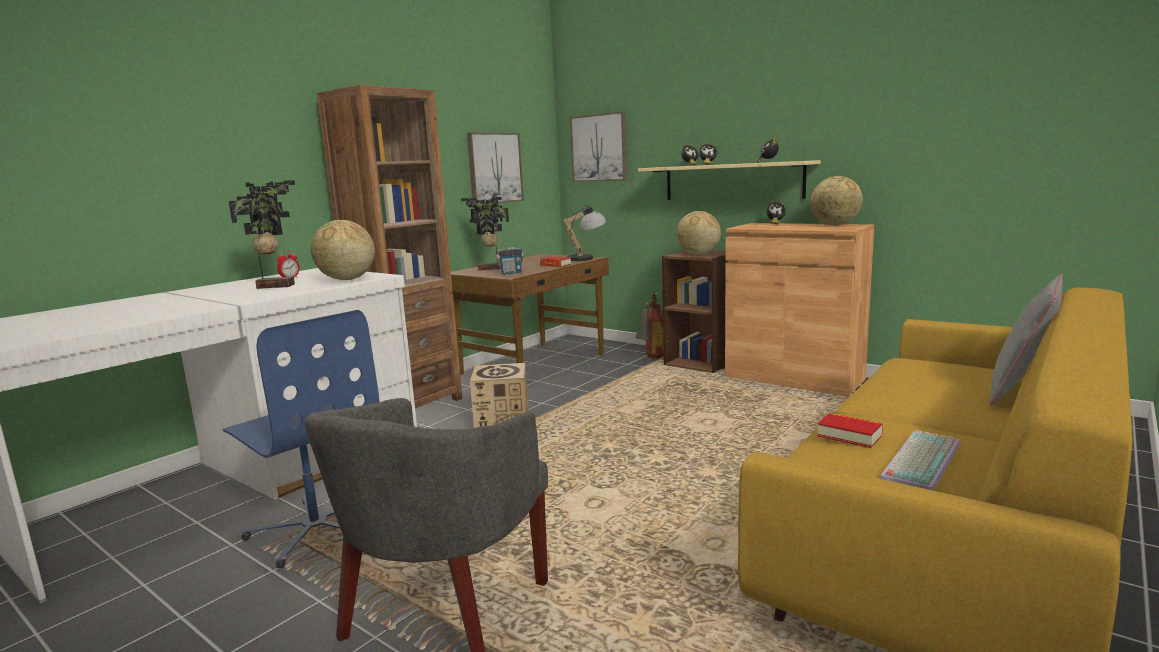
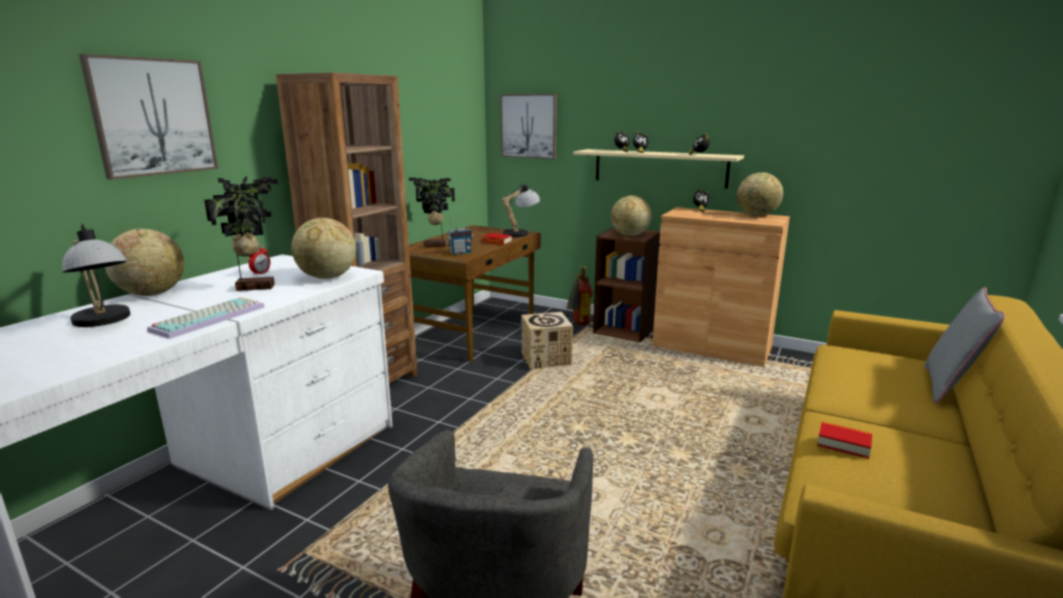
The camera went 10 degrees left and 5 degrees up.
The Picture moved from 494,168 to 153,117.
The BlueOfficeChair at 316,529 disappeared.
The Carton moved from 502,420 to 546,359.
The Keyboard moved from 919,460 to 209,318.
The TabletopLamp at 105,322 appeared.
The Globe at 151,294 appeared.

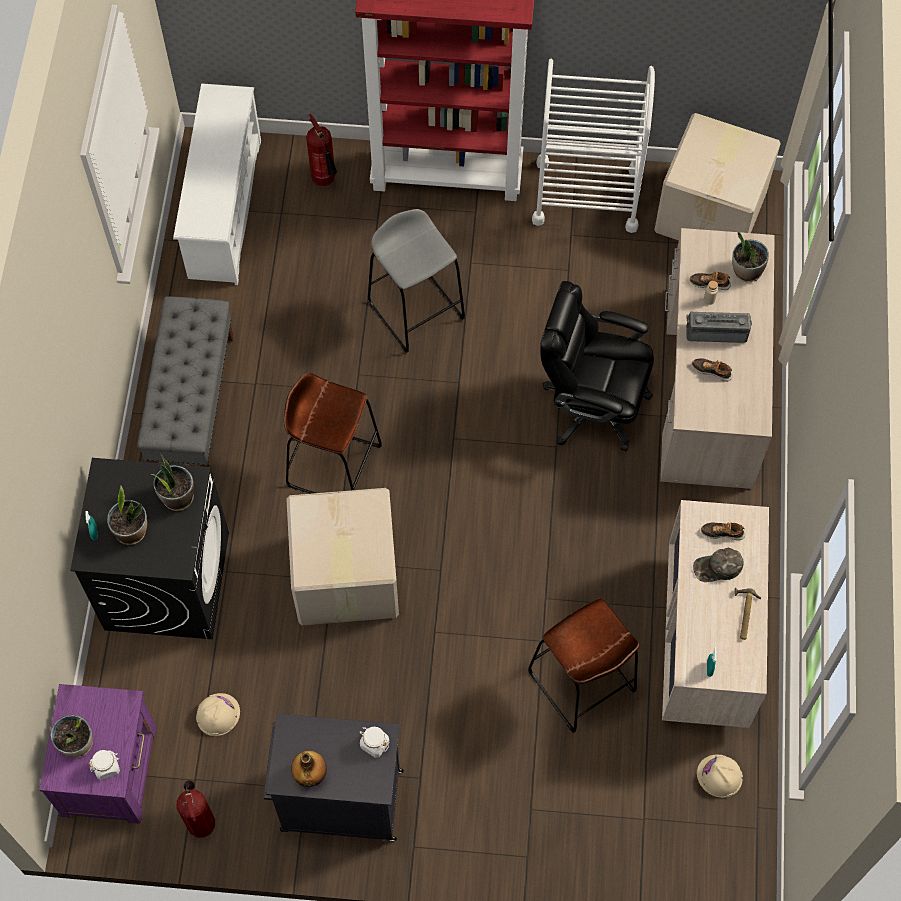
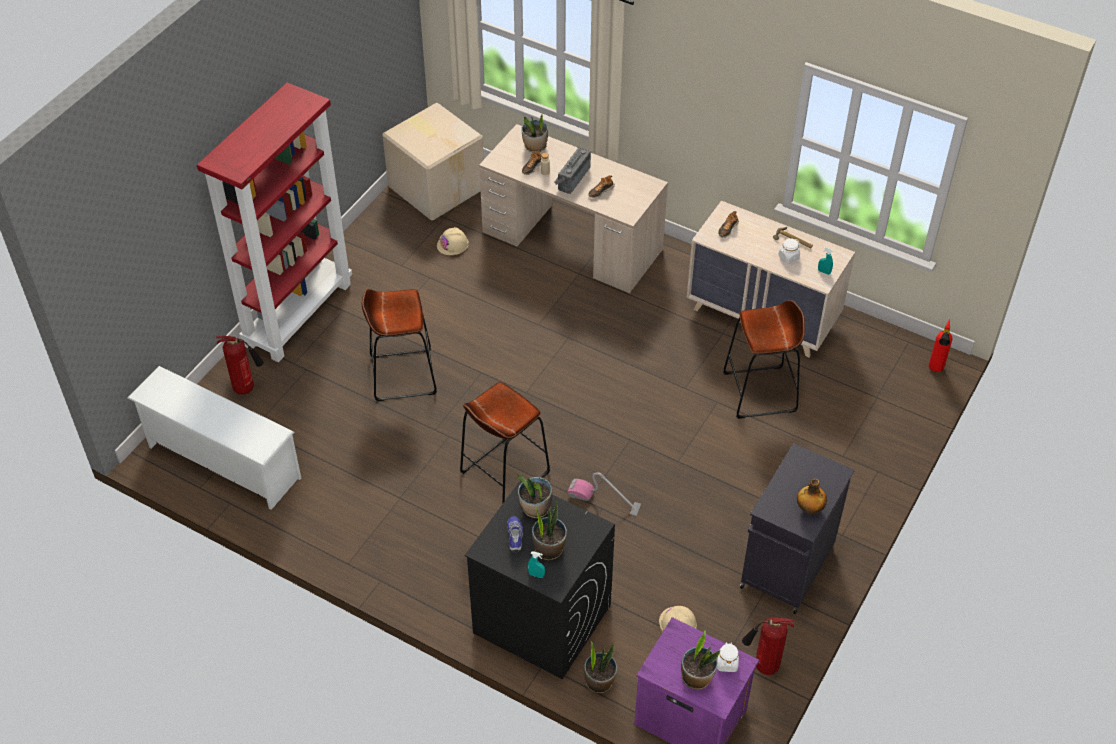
The camera went 65 degrees left and 15 degrees down.
The WhiteTrolley at 586,195 disappeared.
The GreyStool at 416,310 became the BrownishStool at 403,375.
The BlackOfficeChair at 592,405 disappeared.
The GreyIndoorBench at 193,404 disappeared.
The Carton at 344,577 was replaced by the Hoover at 604,500.
The GreenColouredCap at 717,568 disappeared.
The WhitePreserveJar moved from 374,744 to 788,257.
The BeigeColouredSafetyHelmet moved from 719,776 to 453,244.
The FireFightingCylinder at 935,370 appeared.
The LowShoe at 515,536 appeared.
The PottedPlant at 599,681 appeared.

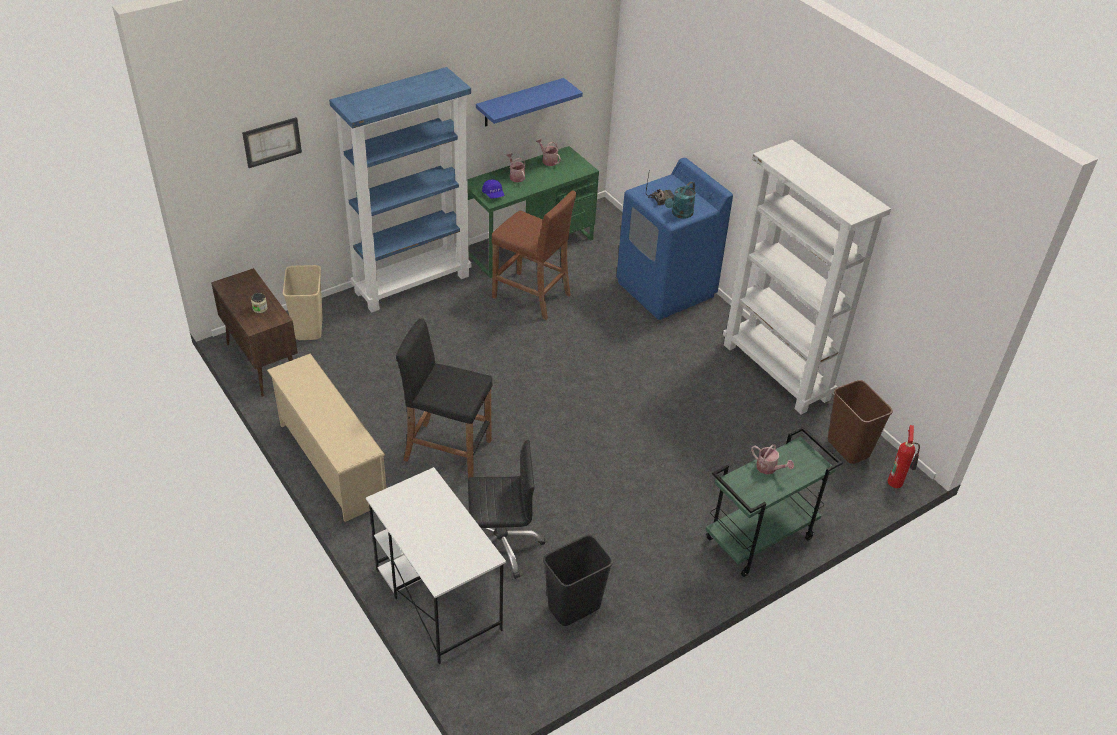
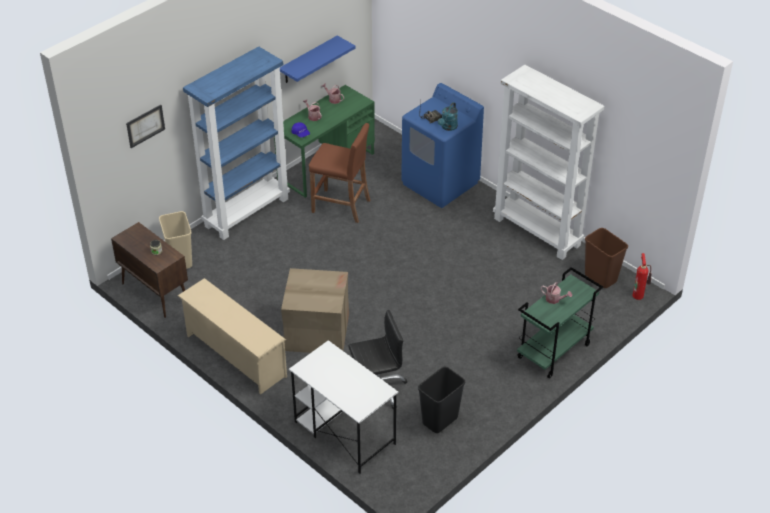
The camera went 10 degrees left and 0 degrees up.
The BlackStool at 447,450 was replaced by the Carton at 316,331.

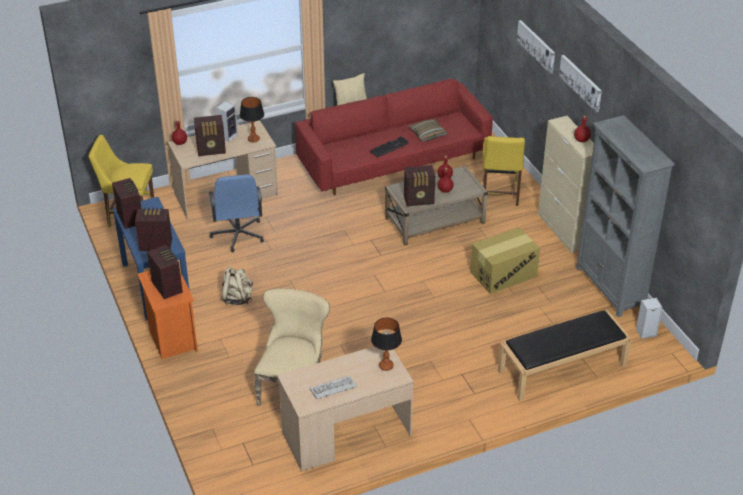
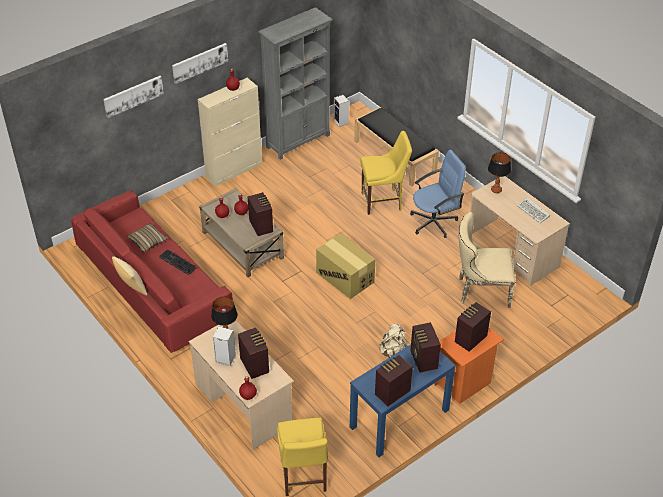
The camera went 105 degrees left and 5 degrees up.
The YellowPlainChair moved from 499,195 to 383,201.
The BlueOfficeChair moved from 238,235 to 434,222.
The Carton moved from 503,274 to 345,277.

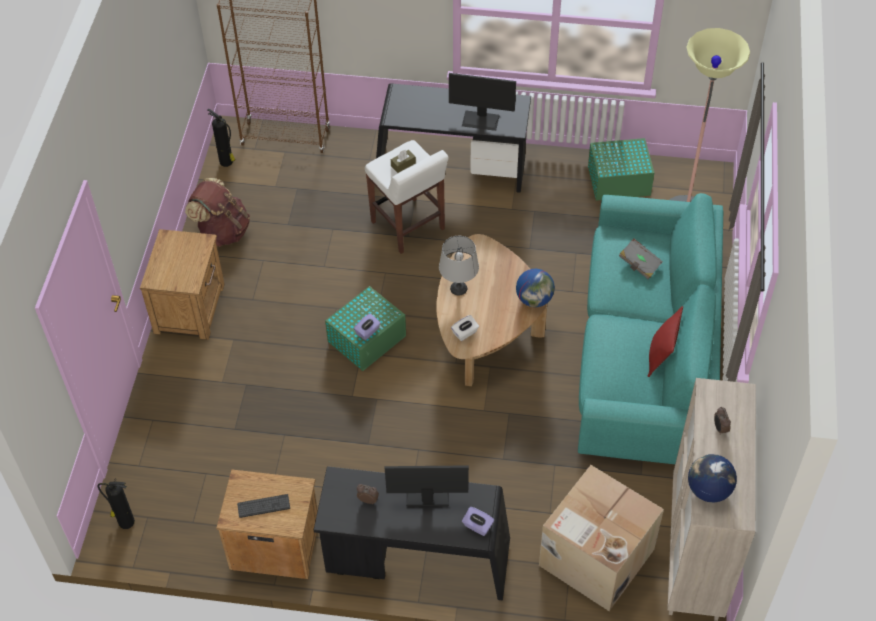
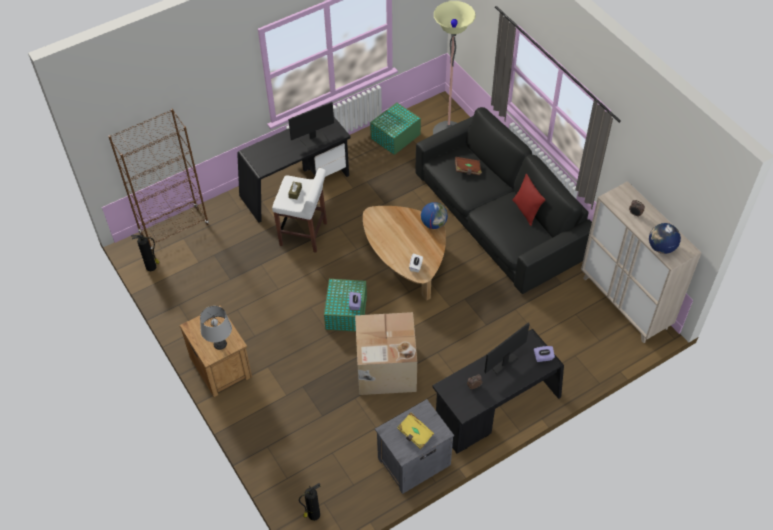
The camera went 40 degrees left and 0 degrees up.
The BrownishRucksack at 222,231 disappeared.
The BlueGreenSettee at 646,347 became the BlackSettee at 498,216.
The GreyTabletopLamp moved from 458,289 to 220,344.
The GreyVolume at 639,264 became the BrownishVolume at 467,170.
The Carton moved from 594,557 to 385,369.
The BrownishNightstand at 274,545 became the GreyNightstand at 413,461.
The Keyboard at 263,506 was replaced by the YellowVolume at 415,434.

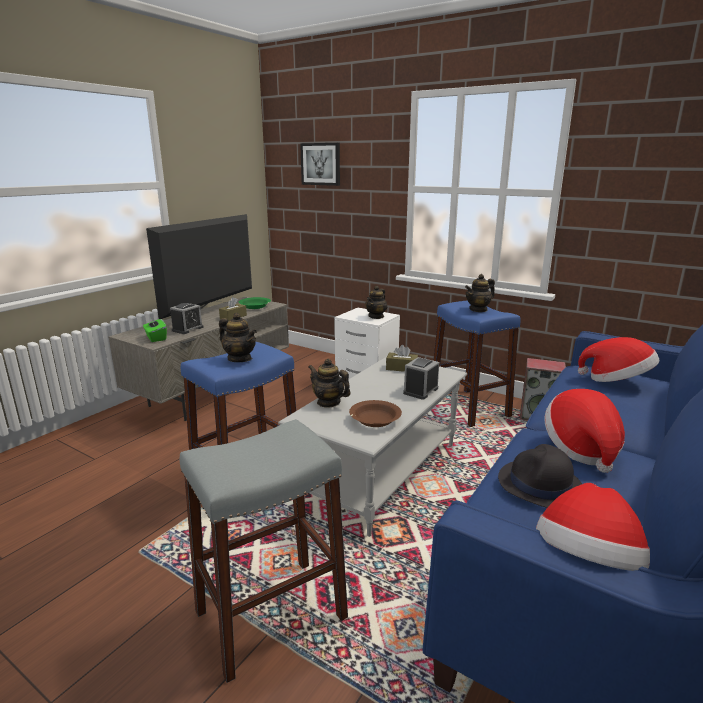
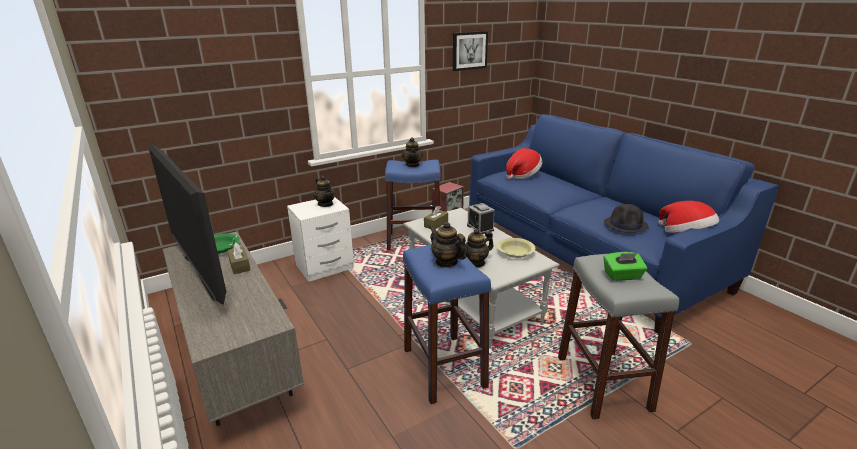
The camera went 65 degrees left and 5 degrees up.
The Picture moved from 321,164 to 469,50.
The BedsideClock at 187,329 disappeared.
The PotForTea at 240,359 turned 105 degrees counterclockwise.
The GreenColouredTissueBox moved from 156,338 to 622,276.
The Hat at 581,448 disappeared.
The BrownishServingBowl at 375,420 became the YellowServingBowl at 515,252.

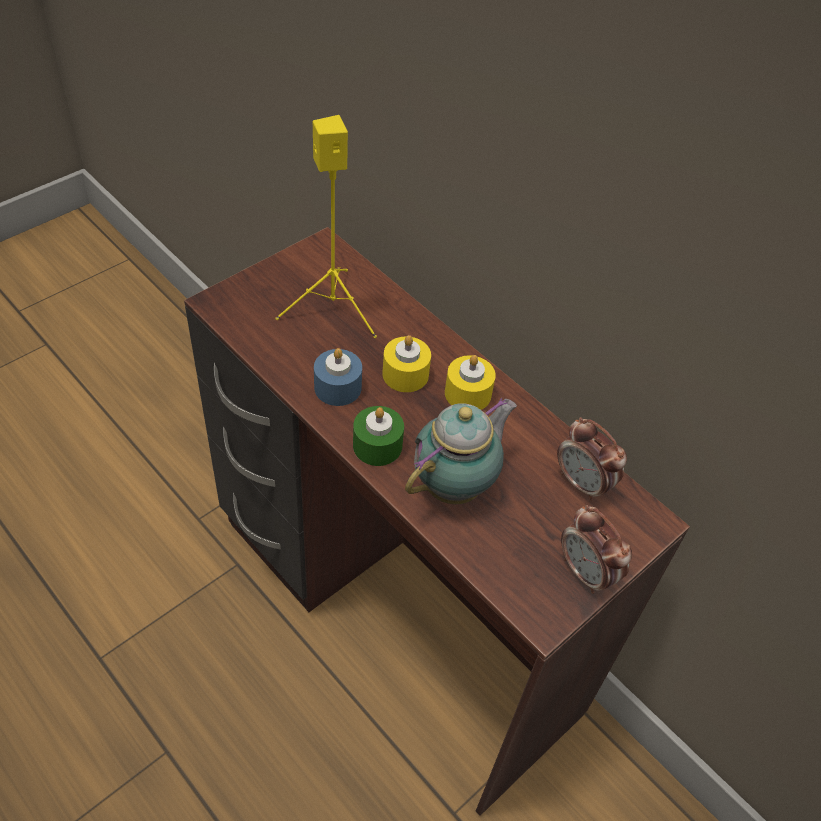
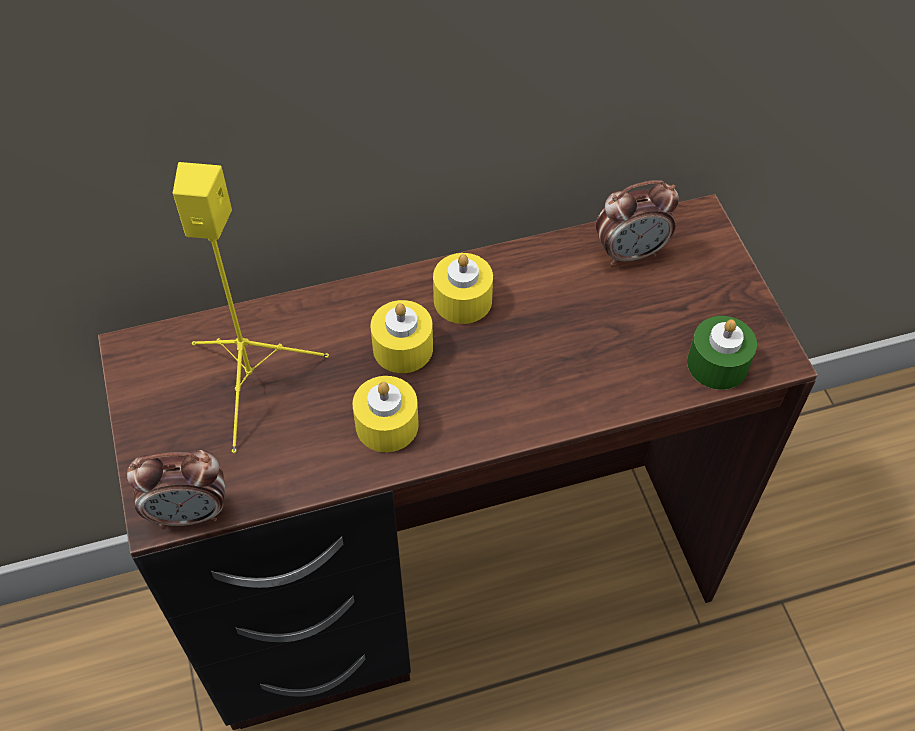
The camera went 60 degrees left and 5 degrees up.
The BlueCandle at 337,387 became the YellowCandle at 387,425.
The PotForTea at 456,485 disappeared.
The GreenColouredCandle moved from 377,445 to 717,364.
The BedsideClock moved from 586,573 to 190,512.

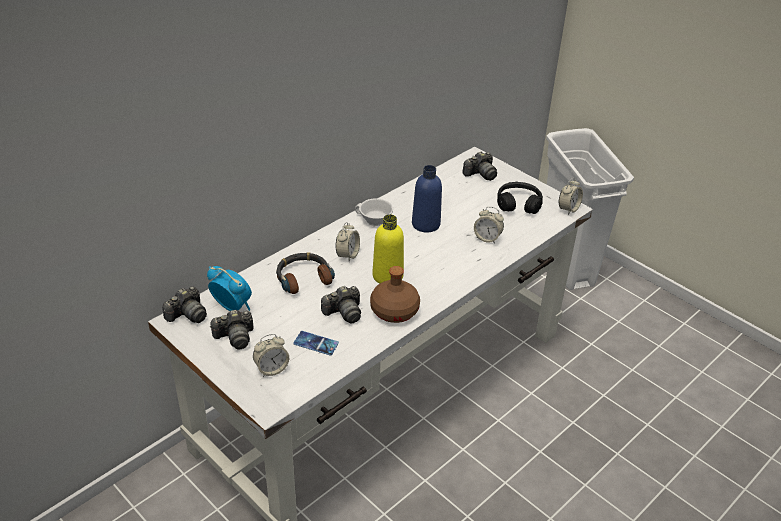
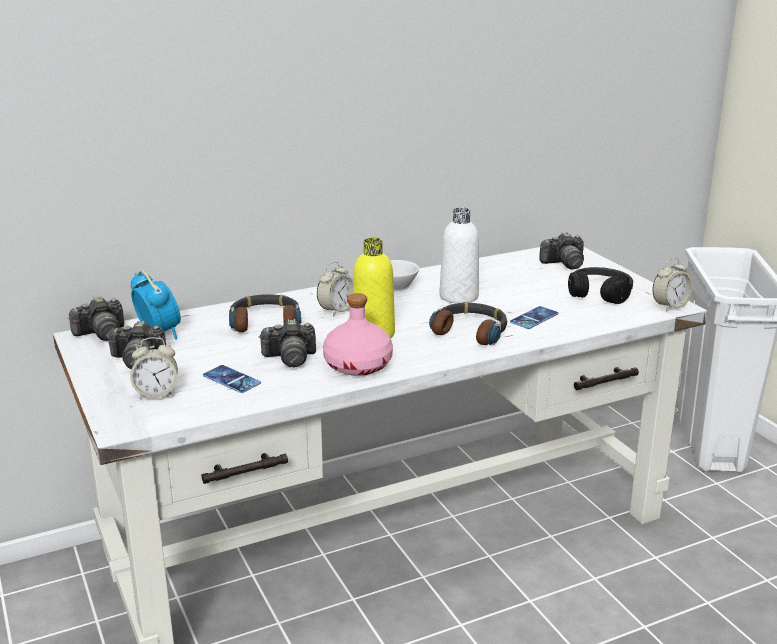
The camera went 20 degrees right and 15 degrees down.
The BlueBeverageBottle at 426,224 became the WhiteBeverageBottle at 458,296.
The BedsideClock at 487,238 was replaced by the Phone at 534,318.
The BrownishBeverageBottle at 395,310 became the PinkishBeverageBottle at 358,365.
The Headset at 471,331 appeared.

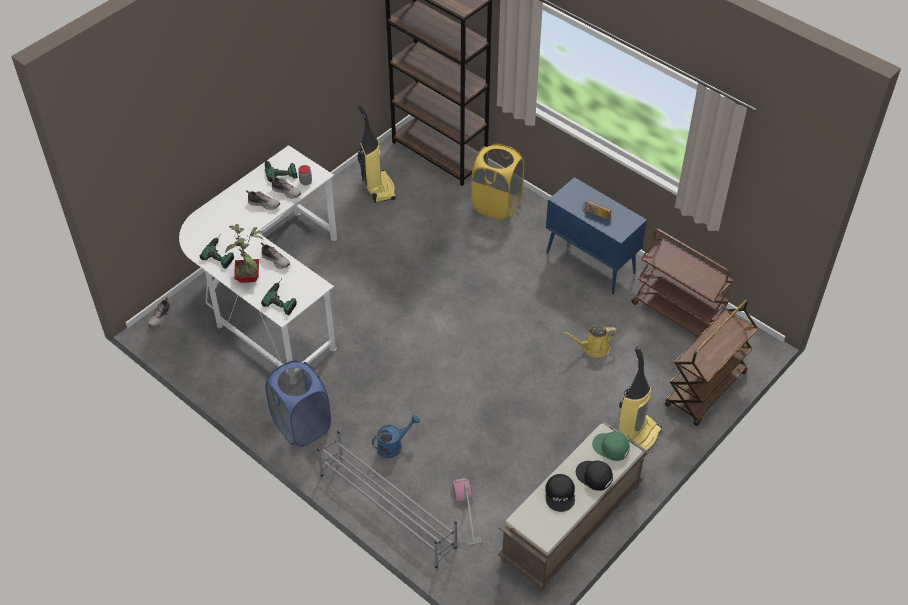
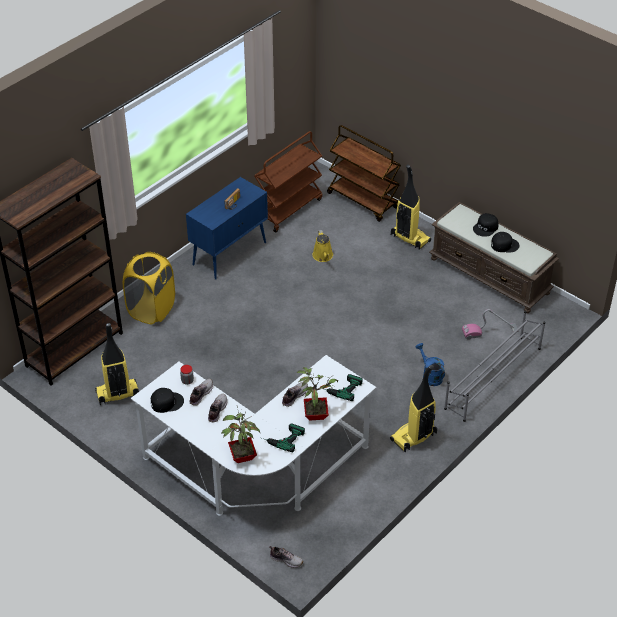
The camera went 90 degrees left and 5 degrees down.
The Drill at 279,169 was replaced by the BlackCap at 166,402.
The BlueWashingBasket at 301,425 was replaced by the Hoover at 413,437.
The GreenColouredCap at 610,447 disappeared.
The PottedPlant at 241,457 appeared.

